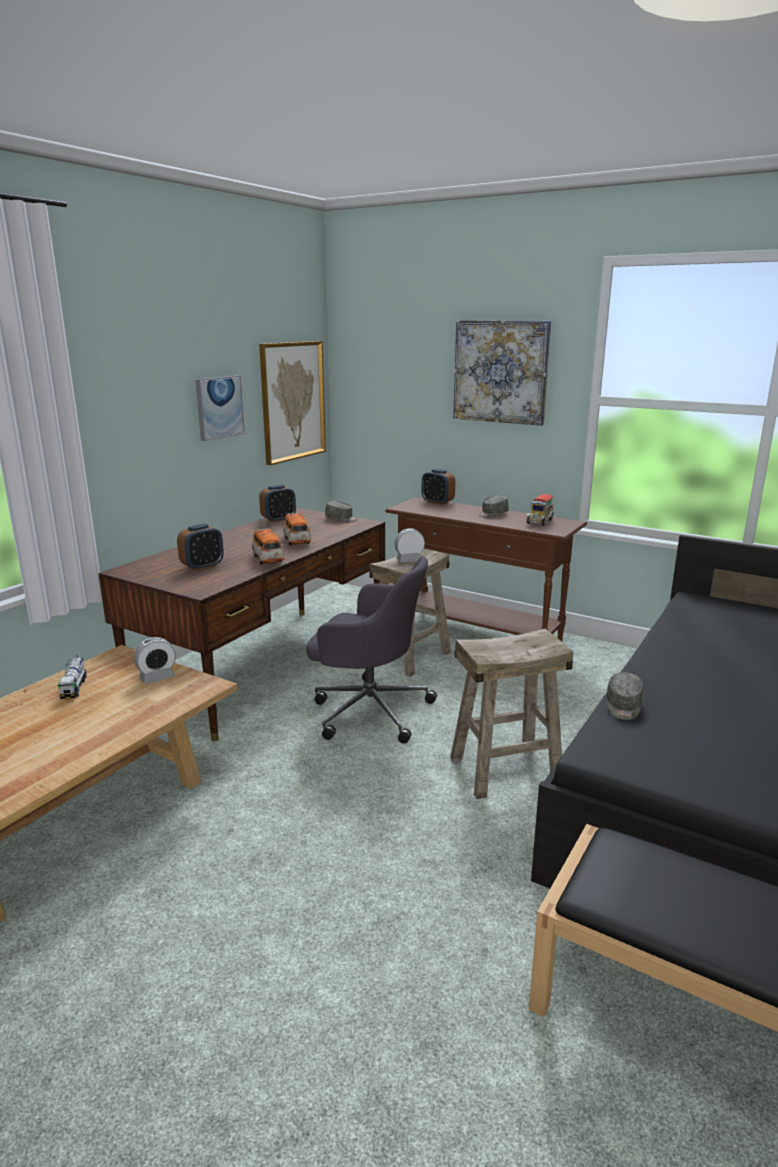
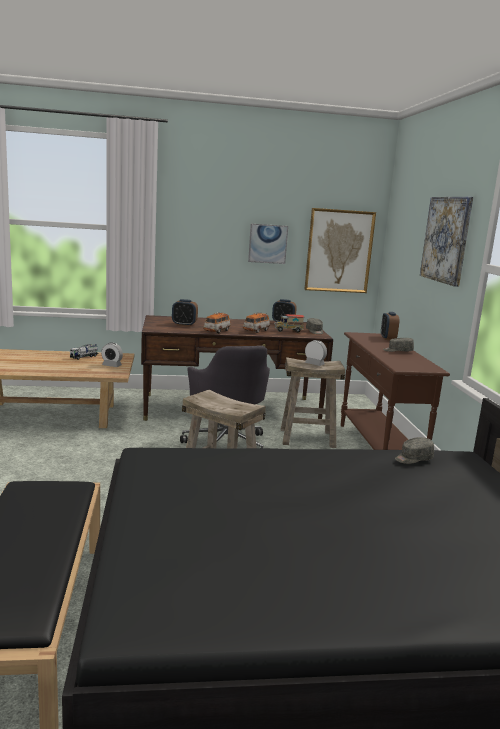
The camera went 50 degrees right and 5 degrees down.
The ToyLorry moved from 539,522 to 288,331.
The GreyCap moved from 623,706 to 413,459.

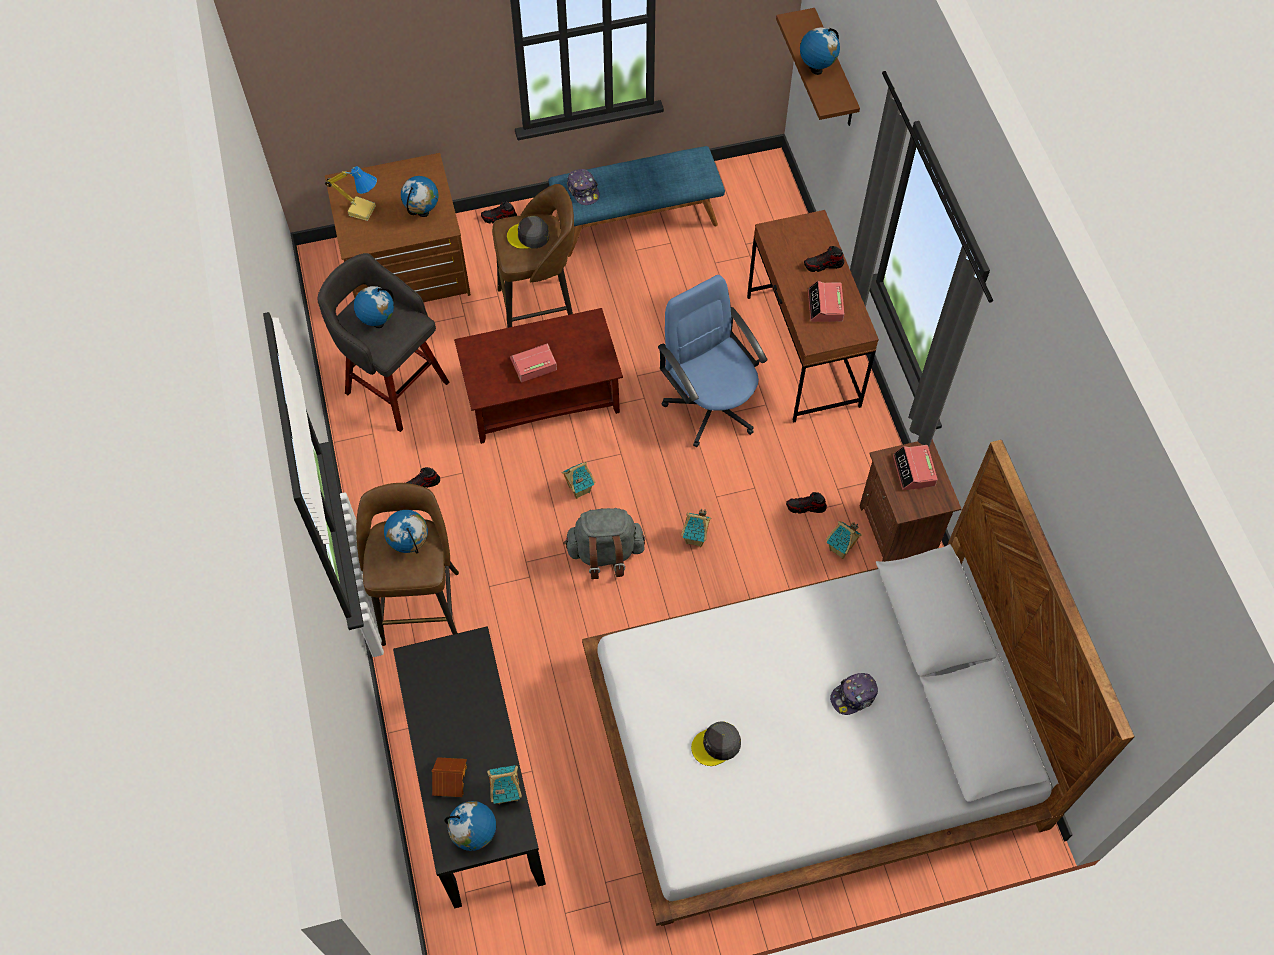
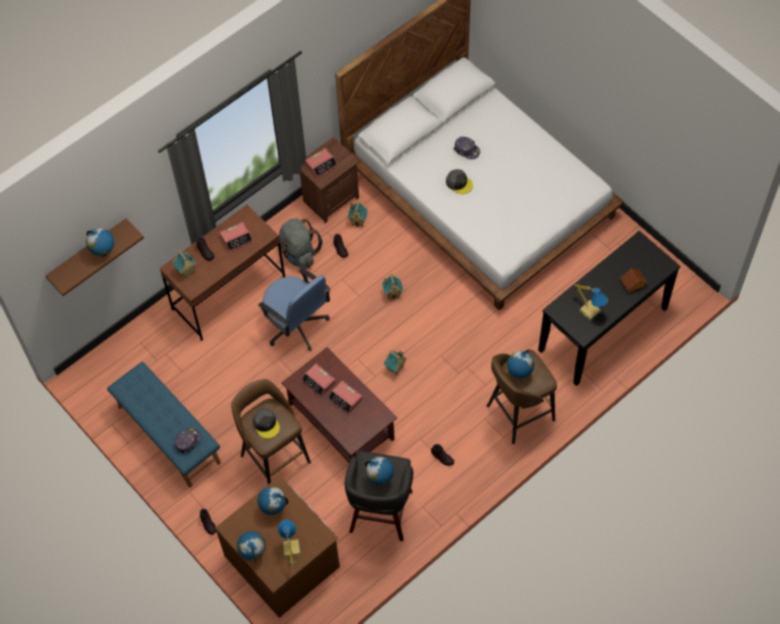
The camera went 115 degrees left and 0 degrees up.
The BlueOfficeChair at 711,405 turned 75 degrees counterclockwise.
The GreyRucksack moved from 605,553 to 298,254.
The GreyCap moved from 716,745 to 459,183.
The MiniatureHouse moved from 506,793 to 187,272.
The Globe moved from 475,835 to 253,553.
The TabletopLamp at 590,310 appeared.
The BedsideClock at 318,382 appeared.

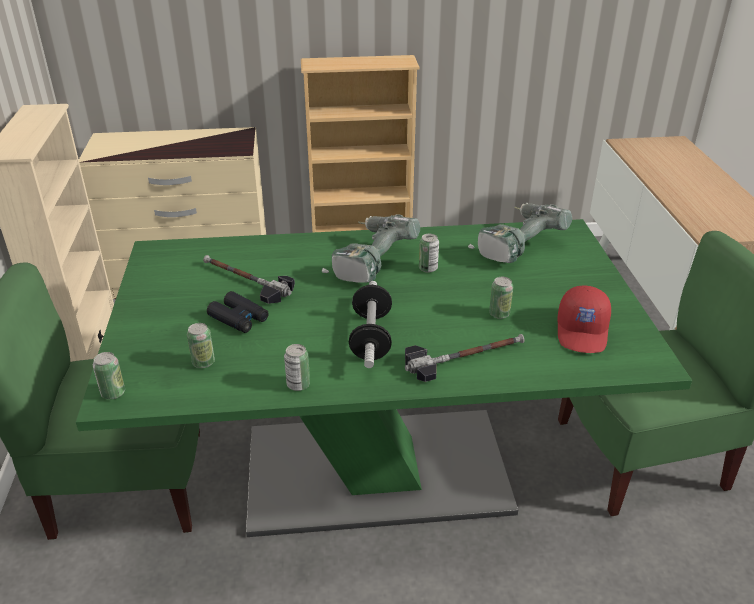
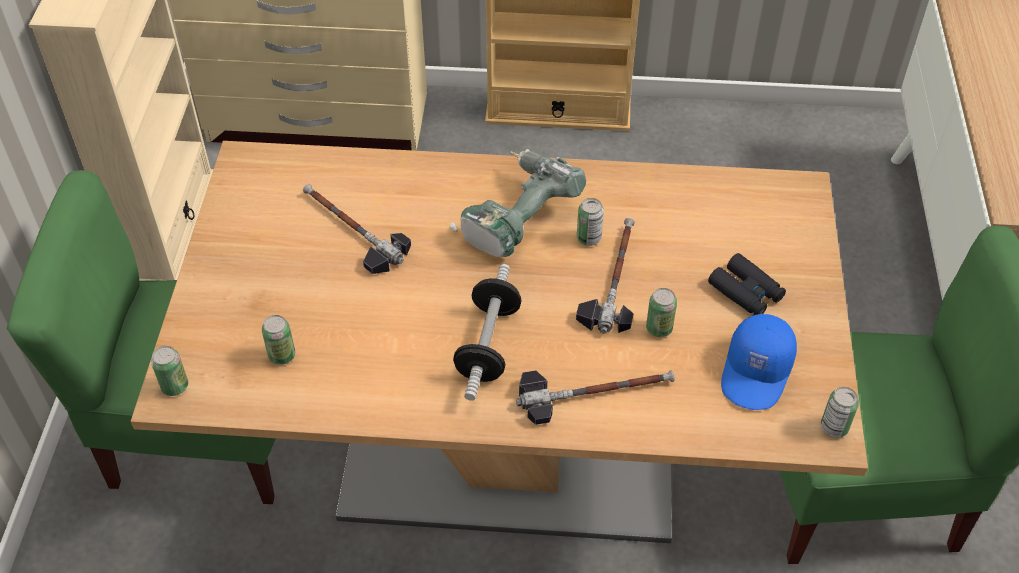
The camera went 10 degrees right and 15 degrees up.
The Drill at 516,245 disappeared.
The GreenColouredDiningTable at 377,470 became the BrownishDiningTable at 509,455.
The RedCap at 583,332 became the BlueCap at 757,373.
The BlackFieldGlasses moved from 239,318 to 746,292.
The Can moved from 298,384 to 834,427.
The HandHammer at 614,279 appeared.

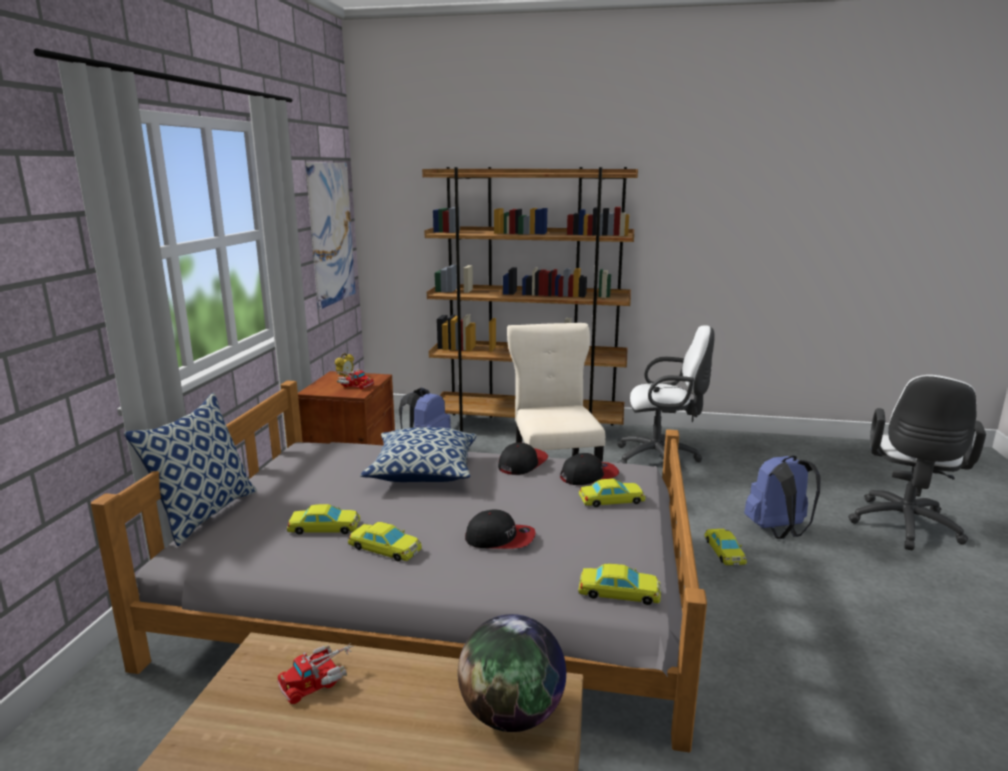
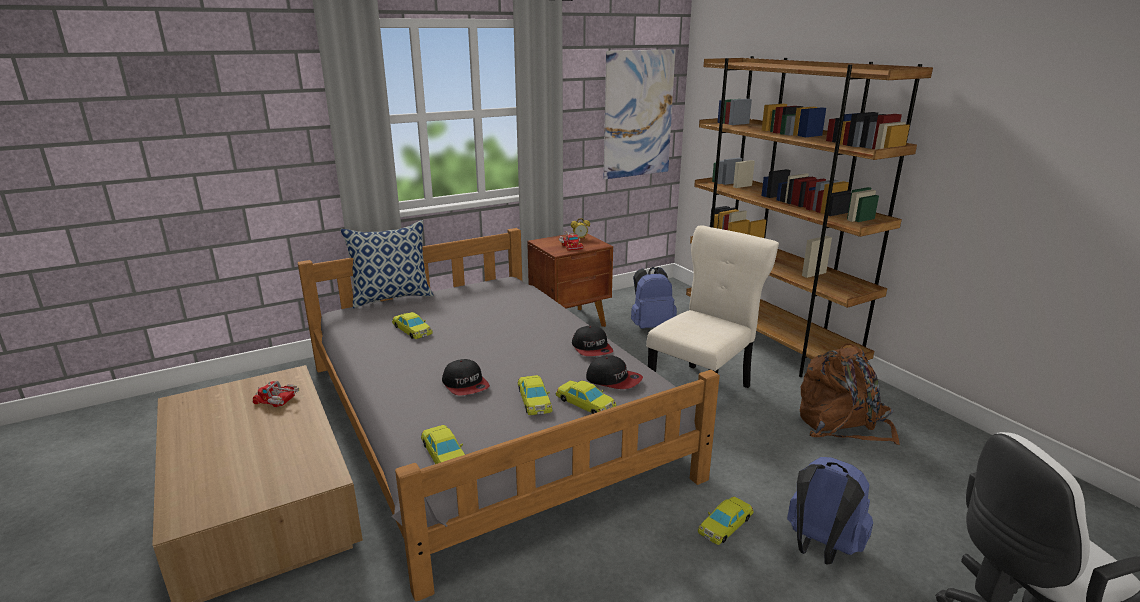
The camera went 50 degrees right and 5 degrees up.
The WhiteOfficeChair at 661,459 was replaced by the BrownishRucksack at 842,424.
The Pillow at 423,471 disappeared.
The Cap at 522,463 turned 75 degrees clockwise.
The YellowModelCar moved from 385,548 to 534,399.
The Globe at 512,715 disappeared.

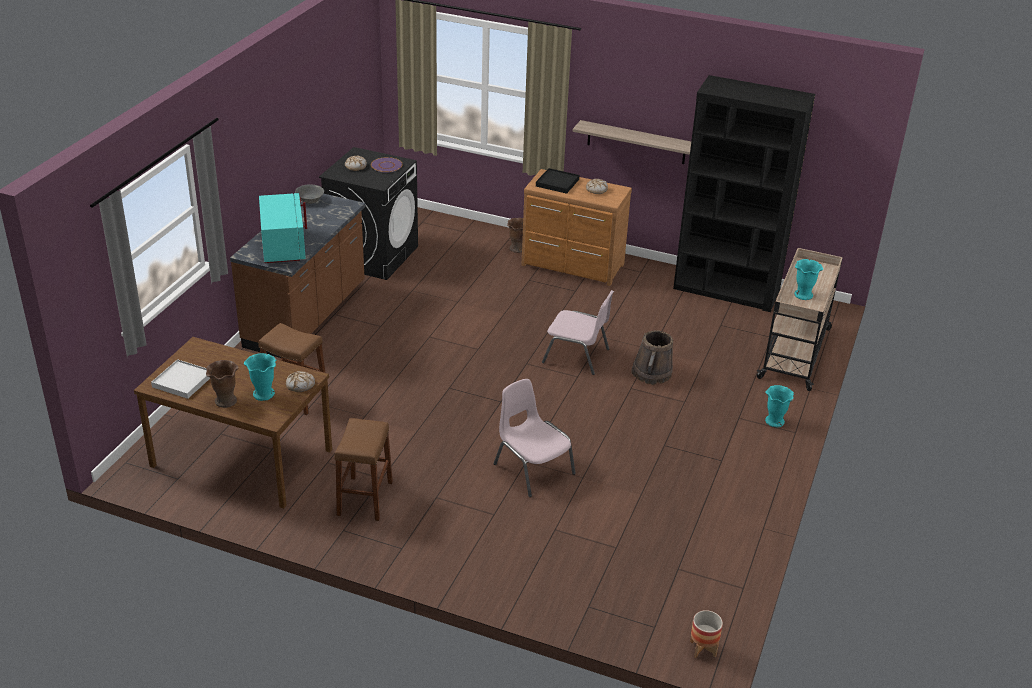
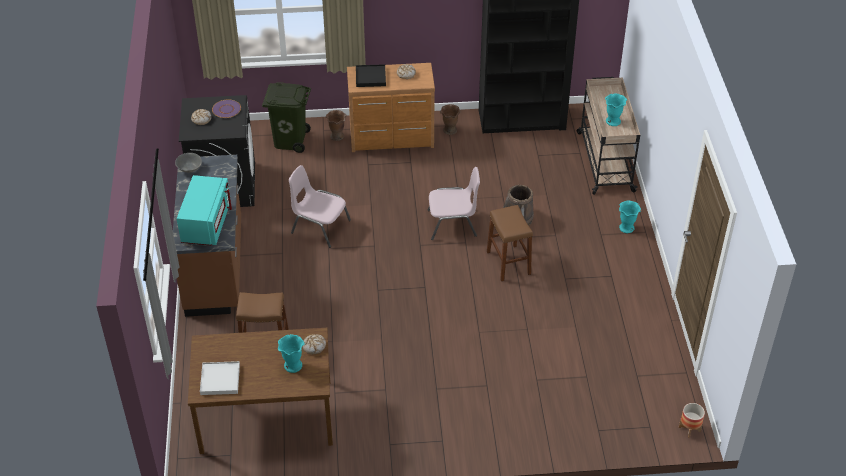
The camera went 25 degrees left and 10 degrees up.
The WallShelf at 636,142 disappeared.
The BlueGreenMicrowaveOven at 283,246 turned 45 degrees clockwise.
The BrownishDecorativeVase moved from 226,401 to 450,130.
The PinkishPlainChair moved from 532,468 to 319,226.
The BrownishStool moved from 365,498 to 508,263.
The GreenColouredTrashCan at 290,140 appeared.

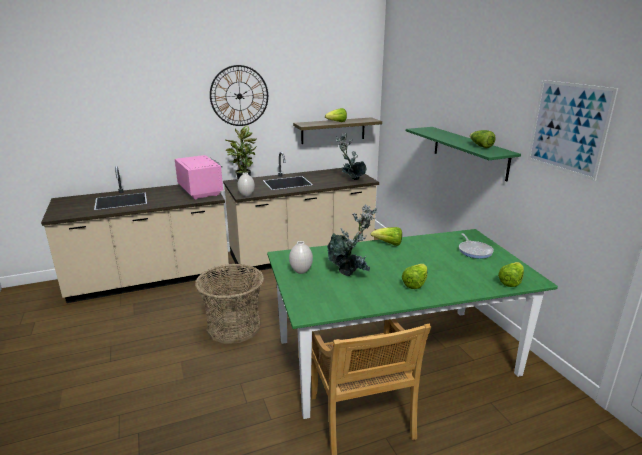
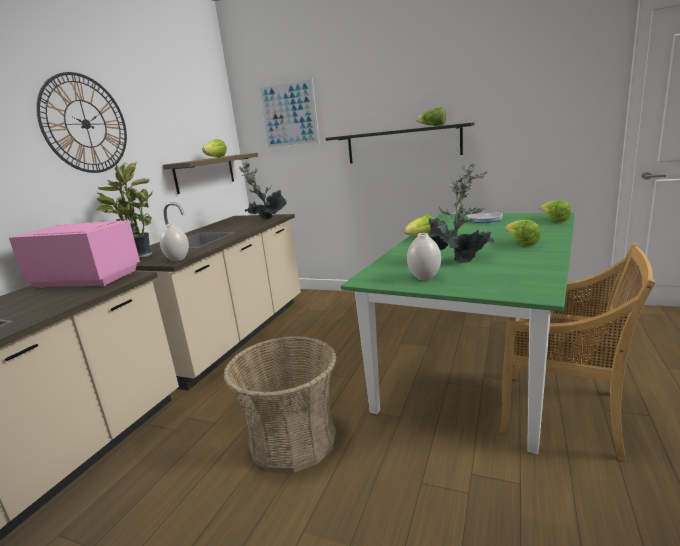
The camera went 45 degrees left and 5 degrees down.
The Picture moved from 568,128 to 288,115.
The GreenColouredWallShelf at 469,152 became the BlackWallShelf at 403,144.

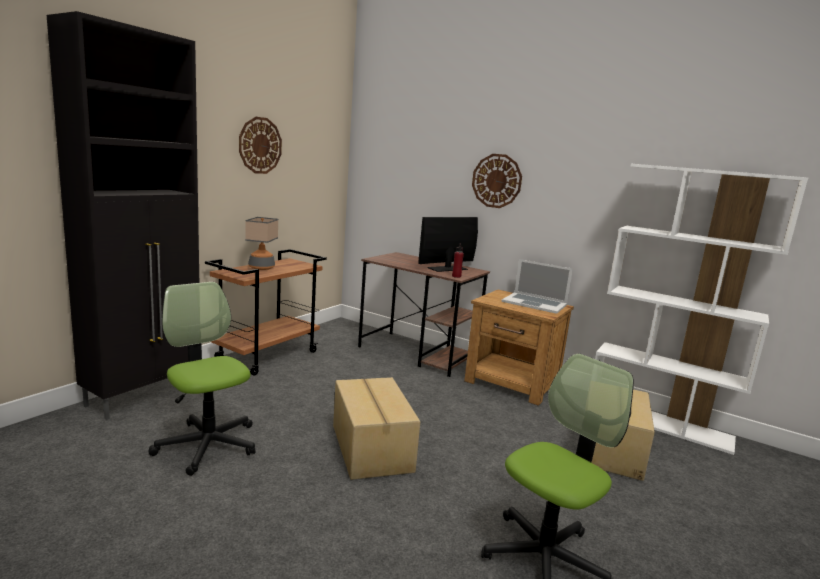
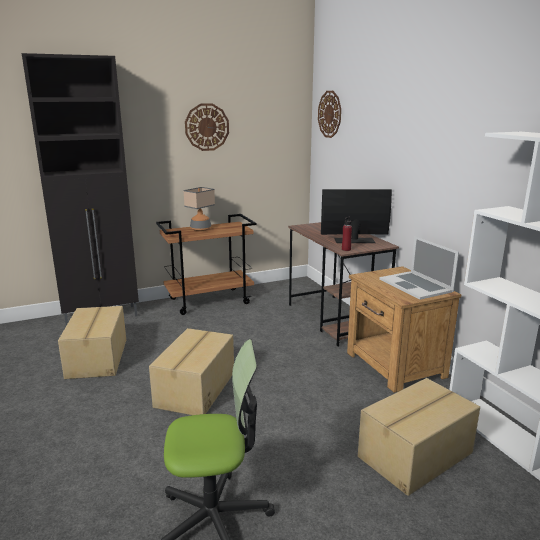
The camera went 35 degrees right and 5 degrees up.
The WallClock moved from 496,181 to 330,114.
The OfficeChair at 207,445 was replaced by the Carton at 98,358.

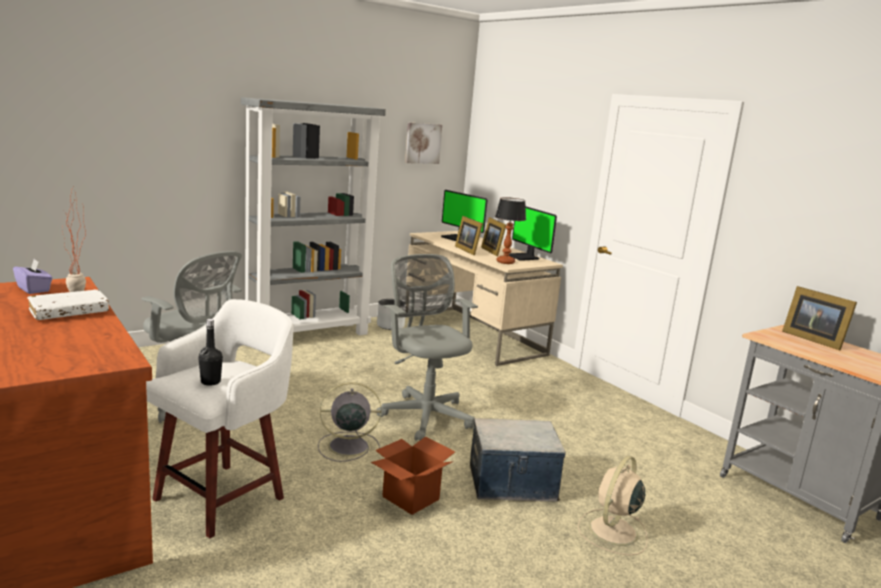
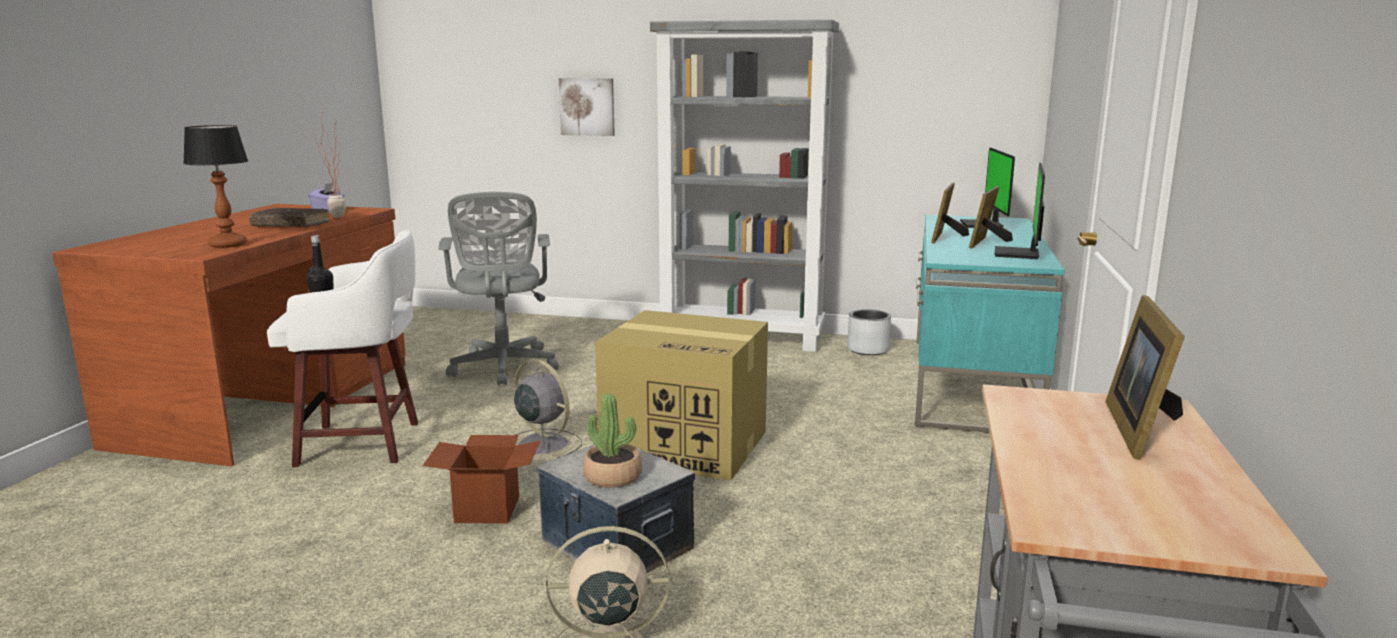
The camera went 50 degrees right and 0 degrees up.
The Picture moved from 422,143 to 587,107.
The TabletopLamp moved from 505,262 to 227,245.
The BeigeColouredDeskTable at 472,334 became the BlueGreenDeskTable at 971,384.
The GreyOfficeChair at 424,414 was replaced by the Carton at 687,445.
The WhiteVolume at 69,312 became the BrownishVolume at 291,225.
The PottedPlant at 613,477 appeared.

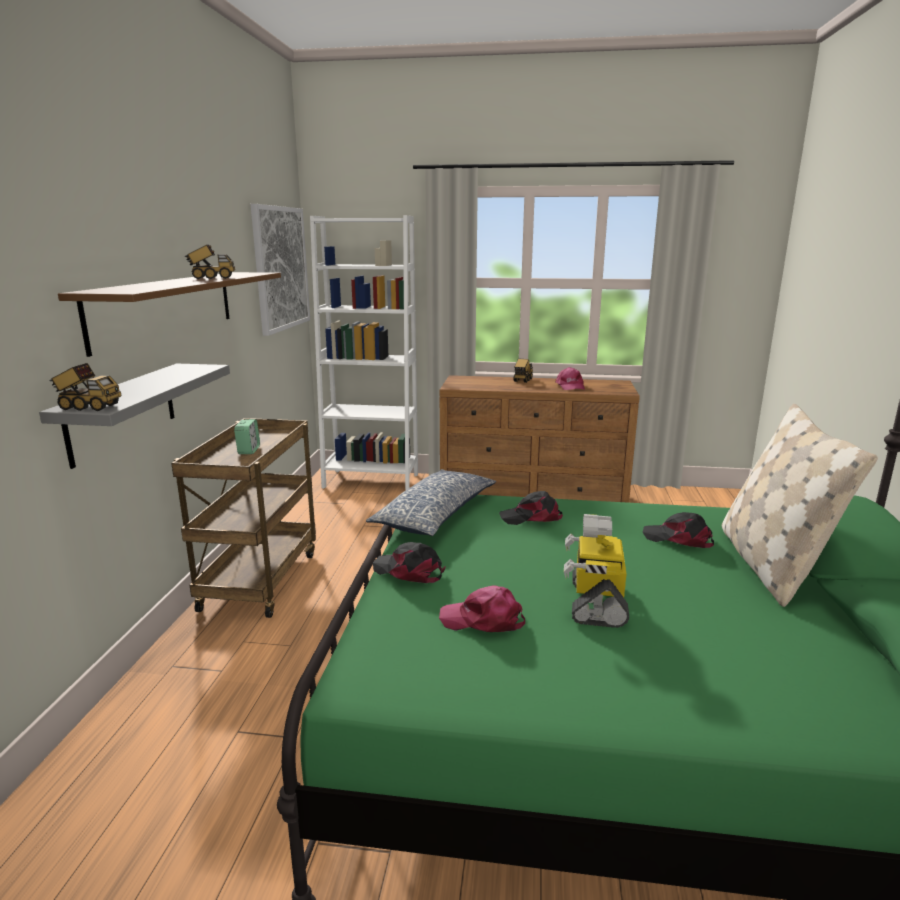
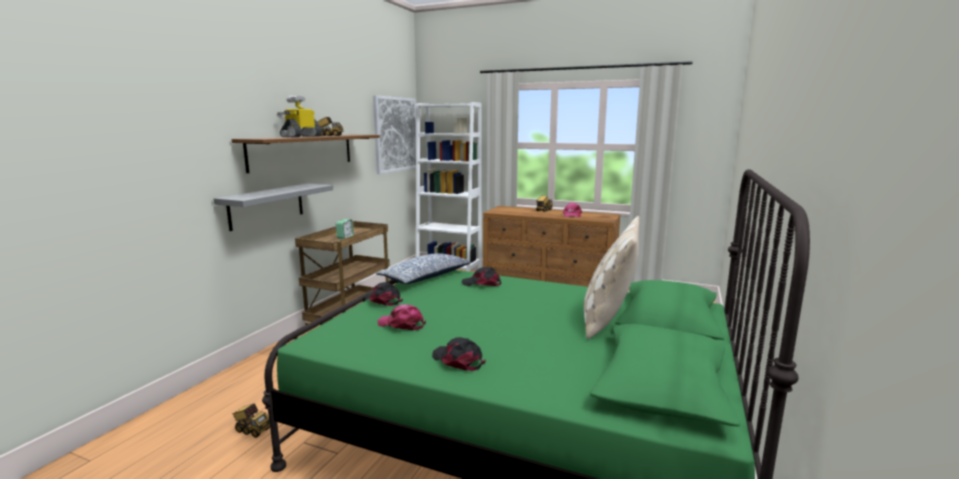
The camera went 15 degrees right and 5 degrees down.
The ToyLorry moved from 88,407 to 252,430.
The BlackCap moved from 678,539 to 458,360.
The RobotFigure moved from 596,602 to 301,136.

